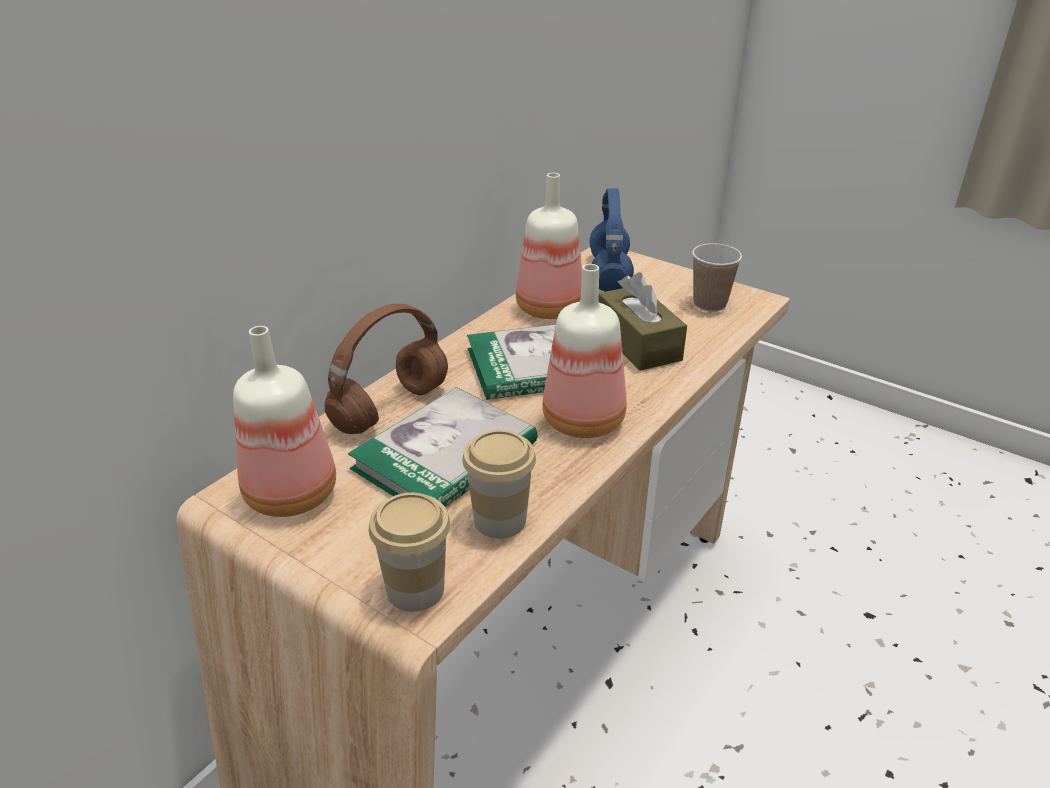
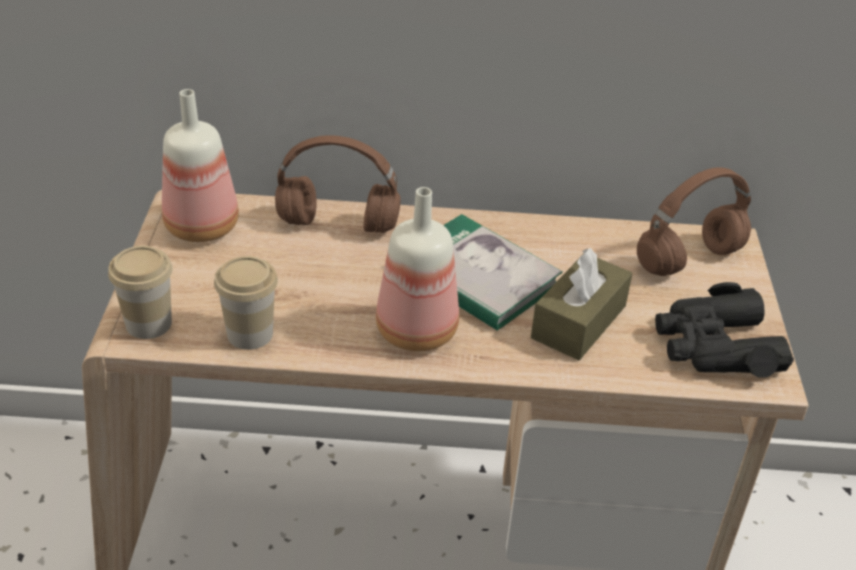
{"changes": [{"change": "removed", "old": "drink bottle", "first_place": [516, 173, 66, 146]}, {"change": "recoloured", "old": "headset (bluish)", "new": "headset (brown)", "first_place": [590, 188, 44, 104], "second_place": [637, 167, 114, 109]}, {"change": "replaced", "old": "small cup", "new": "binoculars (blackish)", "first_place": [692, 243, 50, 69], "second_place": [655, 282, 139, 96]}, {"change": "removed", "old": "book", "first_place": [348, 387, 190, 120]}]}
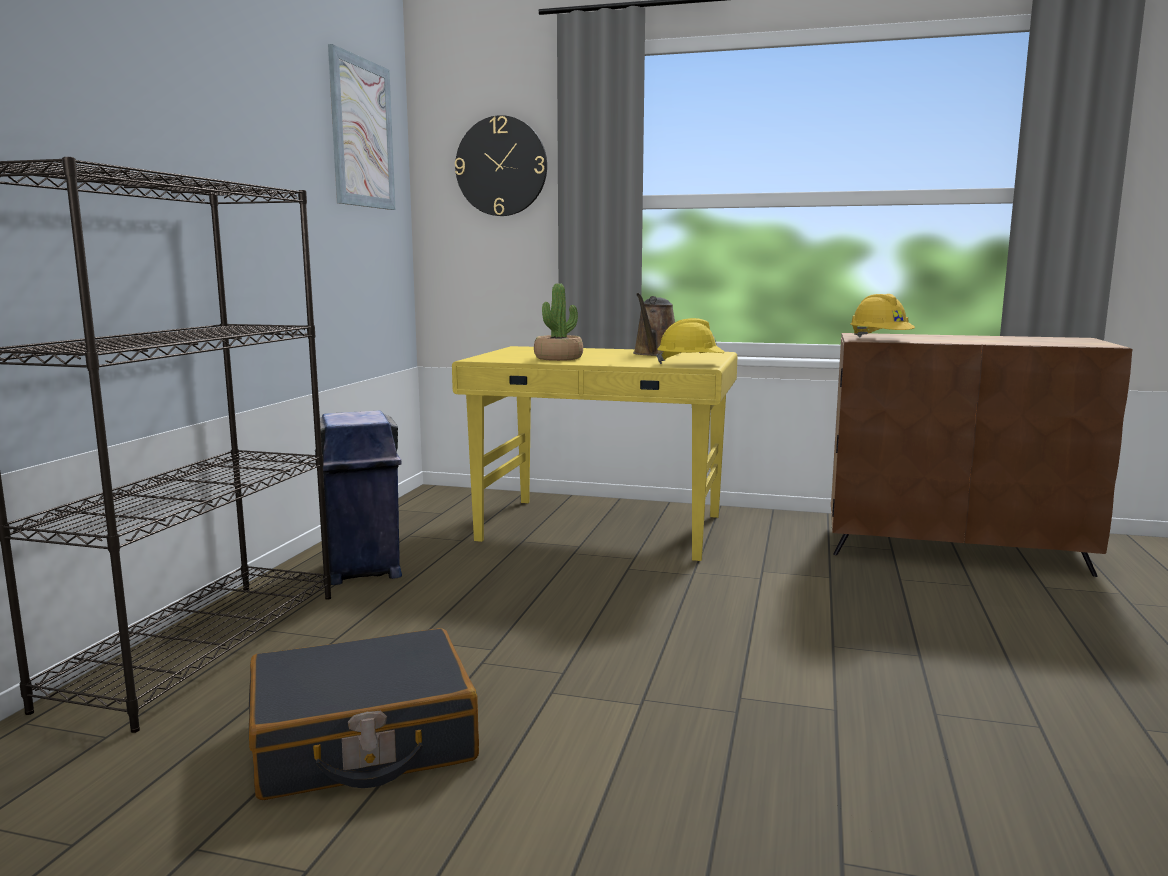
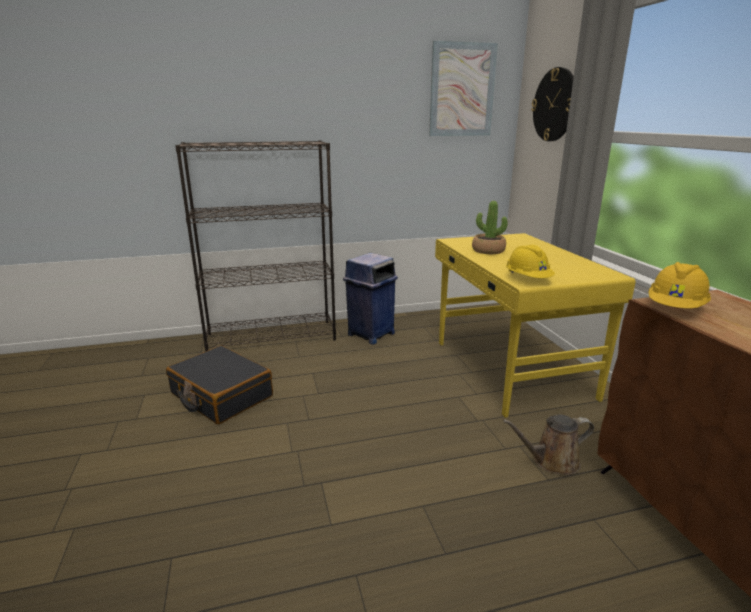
{"changes": [{"change": "moved", "old": "watering can (brown)", "first_place": [633, 293, 42, 63], "second_place": [503, 415, 91, 60]}]}
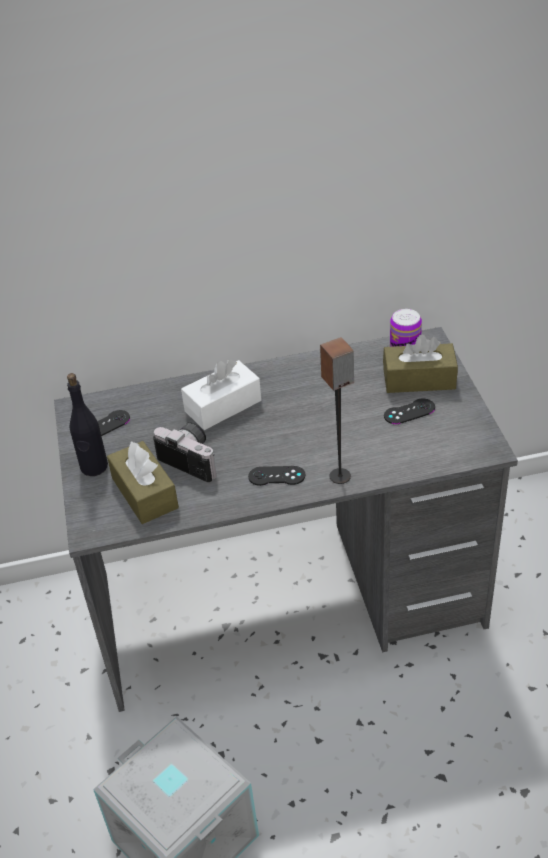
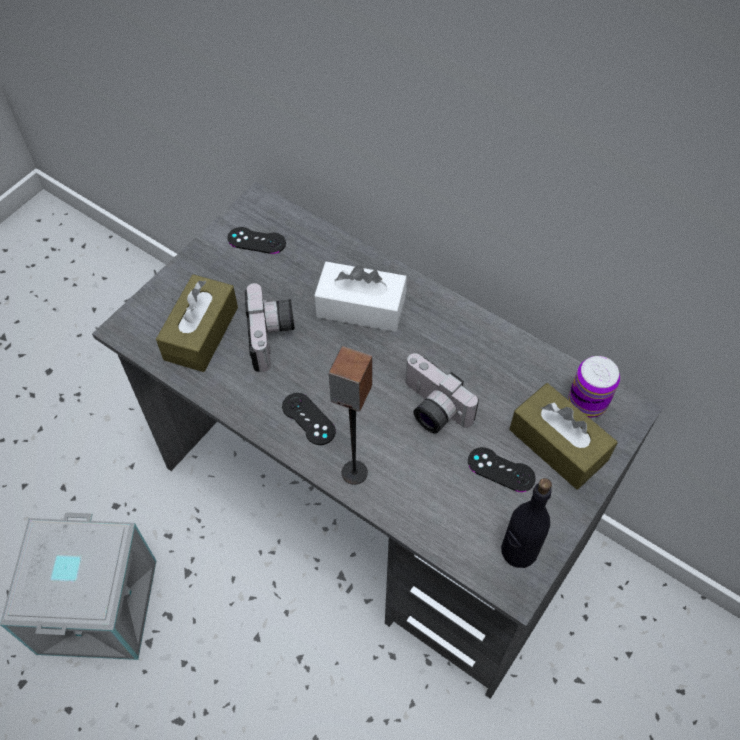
{"changes": [{"change": "moved", "old": "drink bottle (blackish)", "first_place": [67, 373, 41, 103], "second_place": [501, 478, 51, 90]}, {"change": "added", "new": "still camera", "second_place": [405, 353, 74, 80]}]}
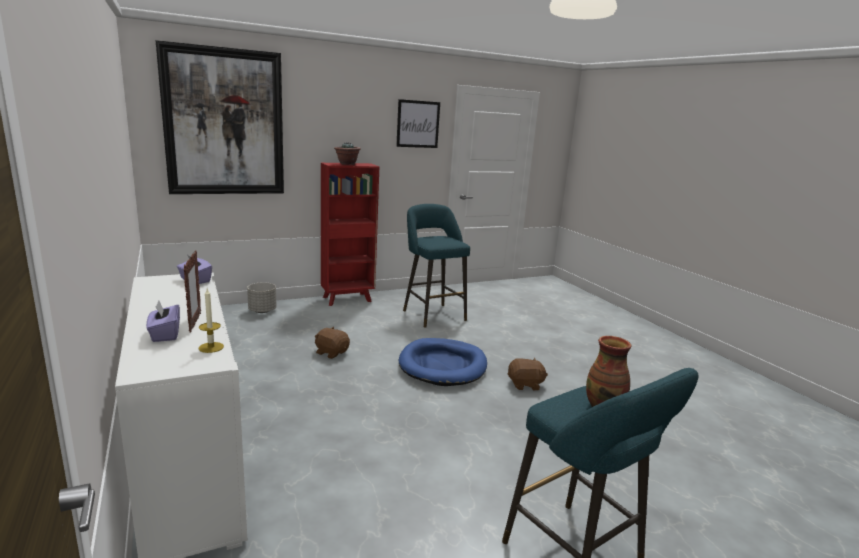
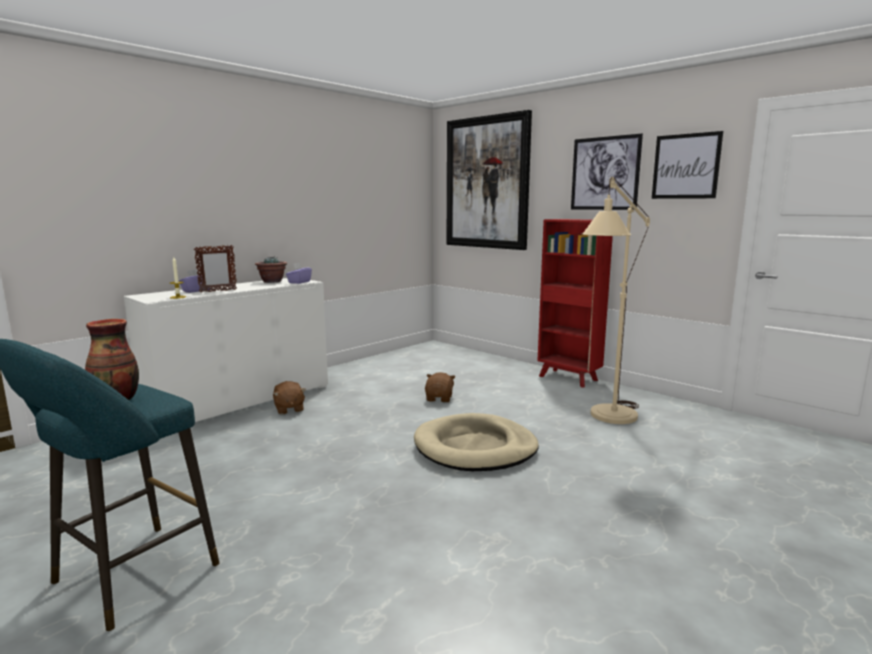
{"changes": [{"change": "moved", "old": "plant in a pot", "first_place": [334, 142, 27, 23], "second_place": [255, 256, 32, 27]}, {"change": "replaced", "old": "stool (turquoise-coloured)", "new": "floor lamp (beige-coloured)", "first_place": [403, 204, 67, 124], "second_place": [582, 177, 68, 247]}, {"change": "removed", "old": "flower pot (grey)", "first_place": [247, 282, 29, 31]}, {"change": "recoloured", "old": "dog bed (bluish)", "new": "dog bed (beige-coloured)", "first_place": [399, 338, 88, 48], "second_place": [414, 413, 125, 58]}, {"change": "moved", "old": "plush toy (brown)", "first_place": [508, 358, 40, 32], "second_place": [273, 381, 33, 34]}, {"change": "added", "new": "wall picture", "second_place": [571, 133, 72, 77]}]}
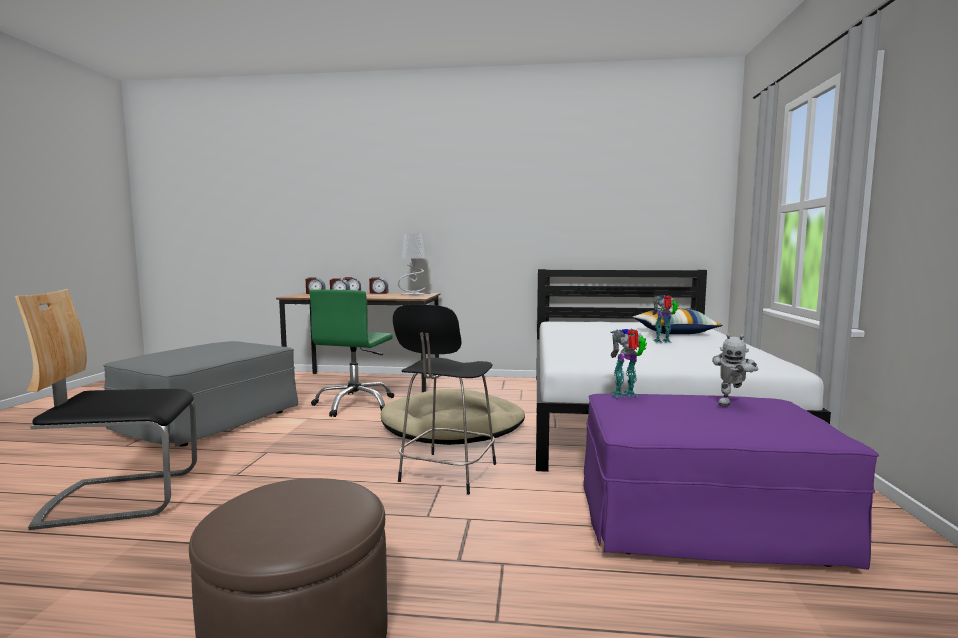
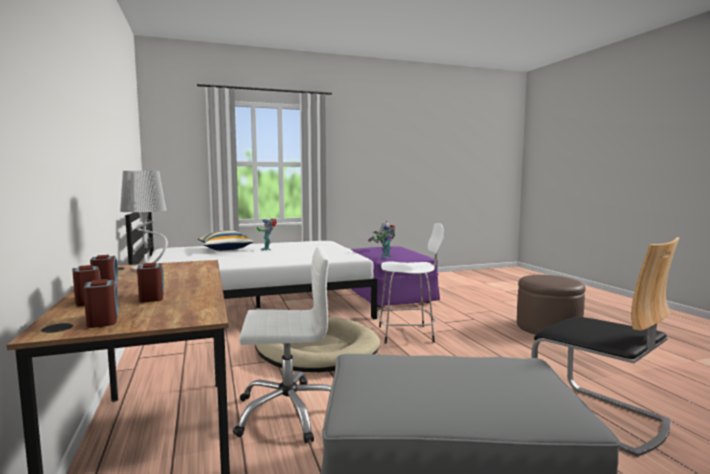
{"changes": [{"change": "recoloured", "old": "computer chair (greenish)", "new": "computer chair (white)", "first_place": [309, 290, 85, 127], "second_place": [233, 246, 98, 198]}, {"change": "recoloured", "old": "stool (blackish)", "new": "stool (white)", "first_place": [393, 304, 103, 191], "second_place": [377, 223, 67, 121]}]}
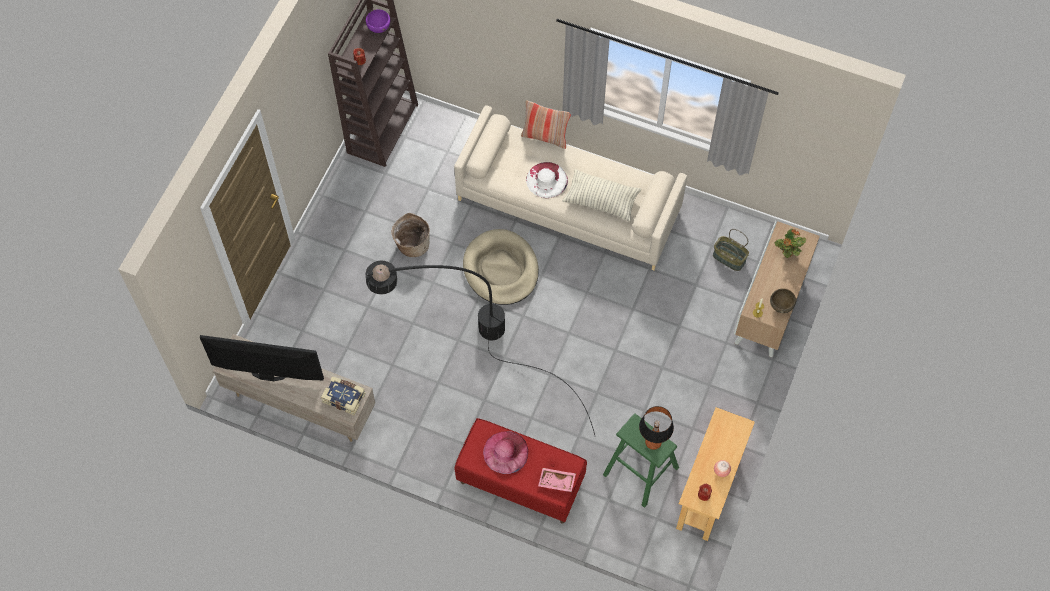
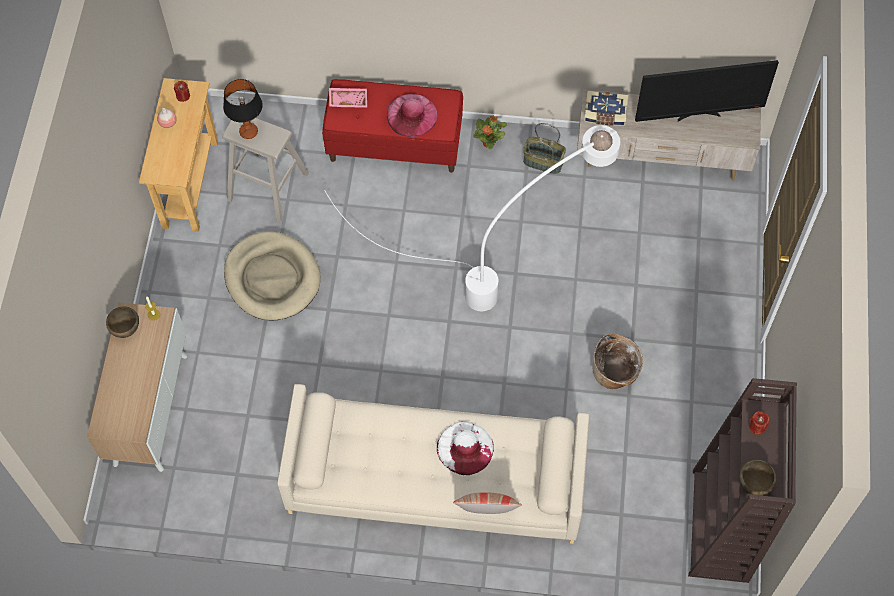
{"changes": [{"change": "recoloured", "old": "bowl (purple-coloured)", "new": "bowl (brown)", "first_place": [366, 9, 24, 24], "second_place": [739, 459, 37, 37]}, {"change": "removed", "old": "cushion", "first_place": [562, 169, 79, 53]}, {"change": "moved", "old": "dog bed (beige-coloured)", "first_place": [463, 229, 76, 76], "second_place": [224, 231, 97, 90]}, {"change": "moved", "old": "storage basket", "first_place": [713, 229, 36, 42], "second_place": [523, 123, 43, 51]}, {"change": "moved", "old": "plant in a pot", "first_place": [775, 229, 31, 29], "second_place": [473, 115, 34, 34]}, {"change": "recoloured", "old": "floor lamp (blackish)", "new": "floor lamp (white)", "first_place": [366, 261, 229, 174], "second_place": [325, 125, 295, 186]}, {"change": "recoloured", "old": "stool (greenish)", "new": "stool (beige-coloured)", "first_place": [603, 414, 76, 94], "second_place": [222, 118, 87, 104]}]}
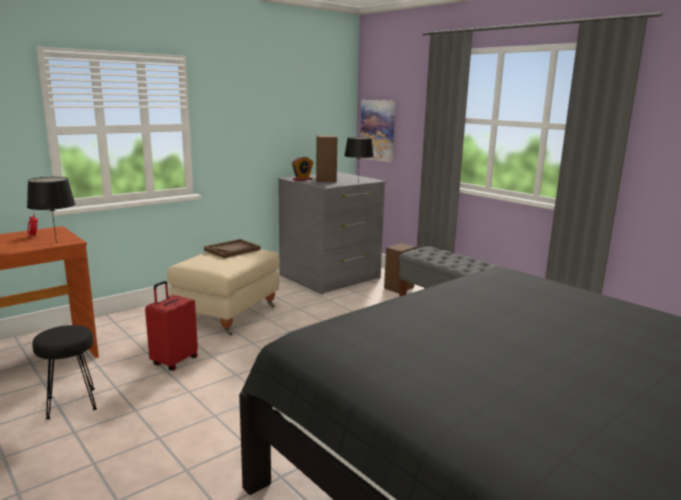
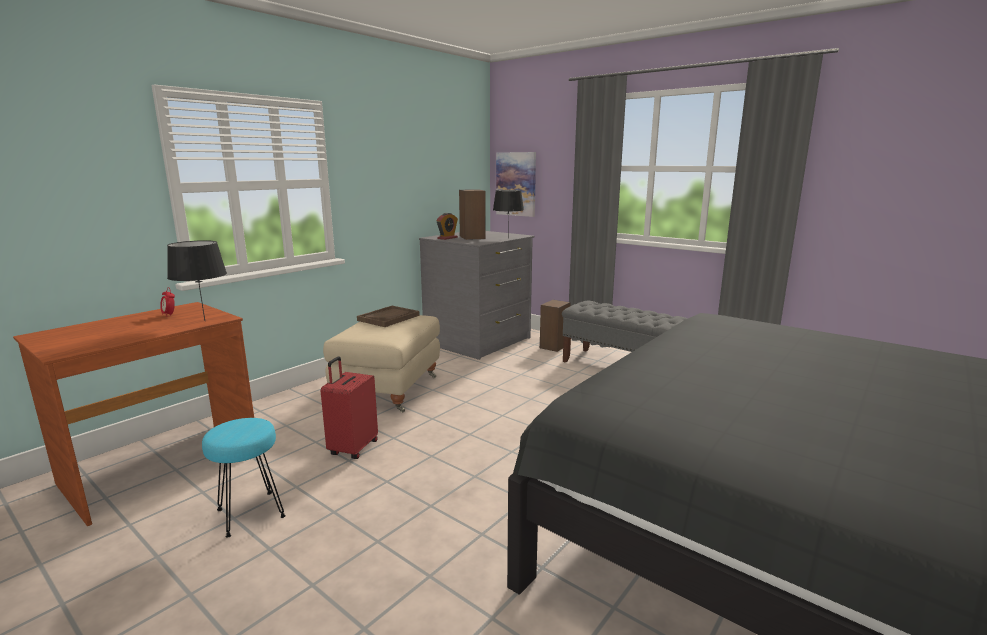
{"changes": [{"change": "recoloured", "old": "stool (blackish)", "new": "stool (turquoise-coloured)", "first_place": [32, 325, 65, 94], "second_place": [202, 418, 84, 119]}]}
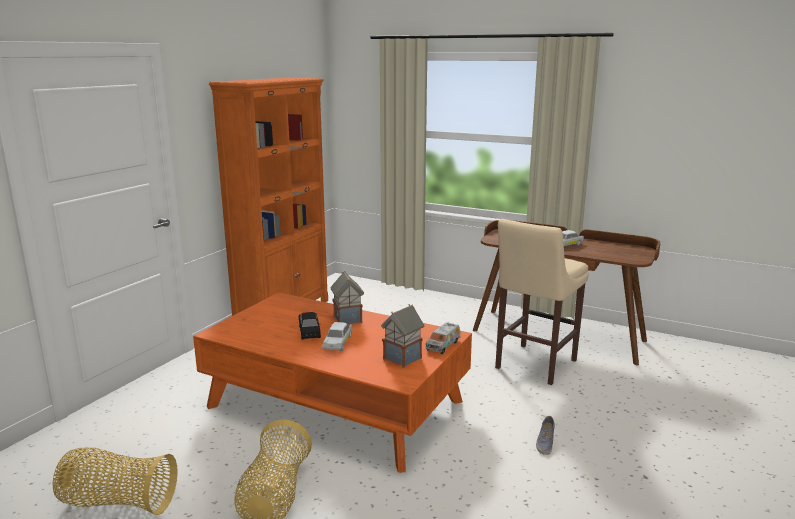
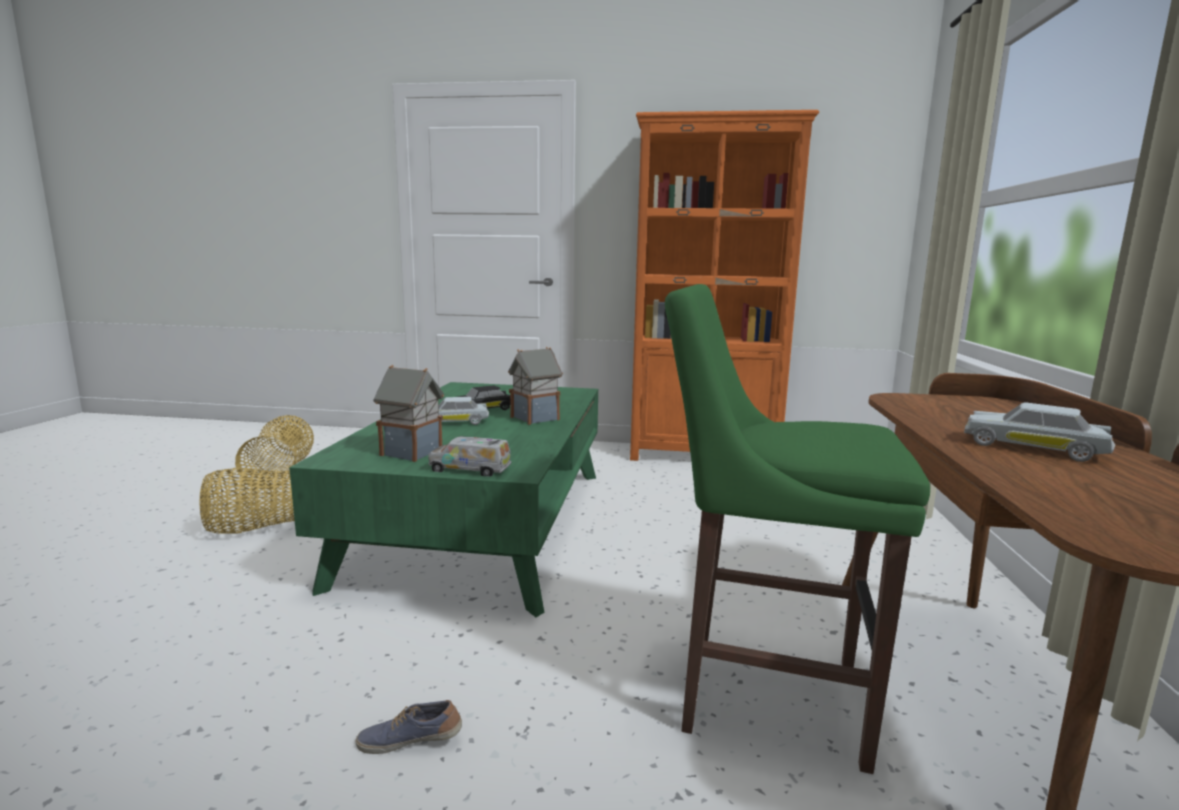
{"changes": [{"change": "recoloured", "old": "stool (beige-coloured)", "new": "stool (greenish)", "first_place": [495, 219, 94, 166], "second_place": [665, 284, 265, 490]}, {"change": "recoloured", "old": "lounge table (orangey)", "new": "lounge table (greenish)", "first_place": [193, 292, 279, 181], "second_place": [289, 382, 309, 235]}]}
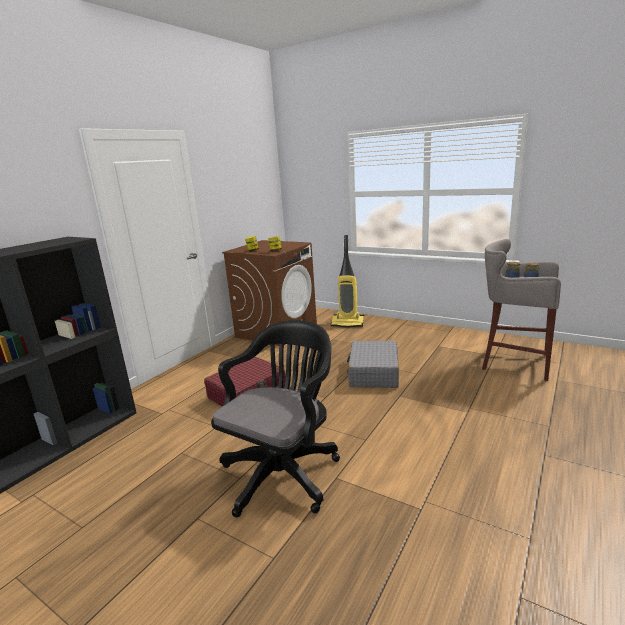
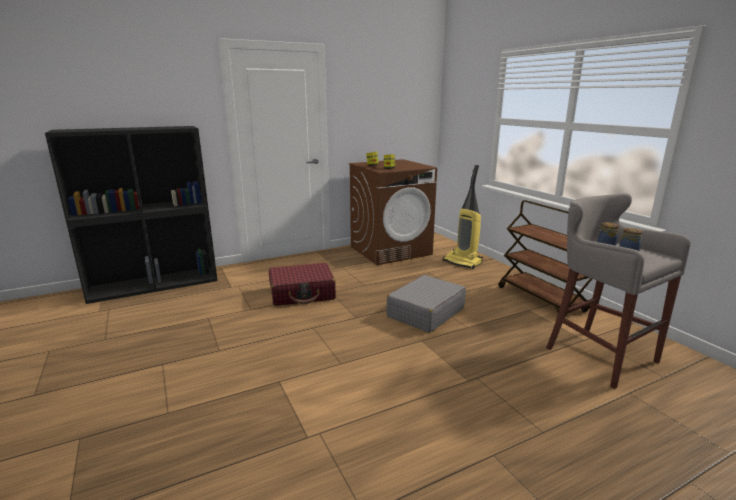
{"changes": [{"change": "removed", "old": "computer chair (blackish)", "first_place": [211, 320, 129, 197]}, {"change": "added", "new": "cart (brown)", "second_place": [498, 200, 94, 116]}]}
